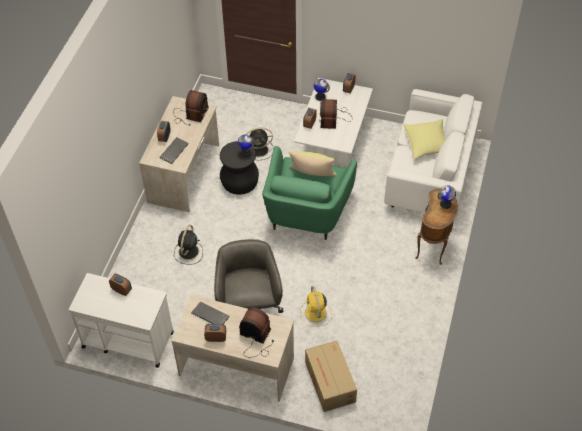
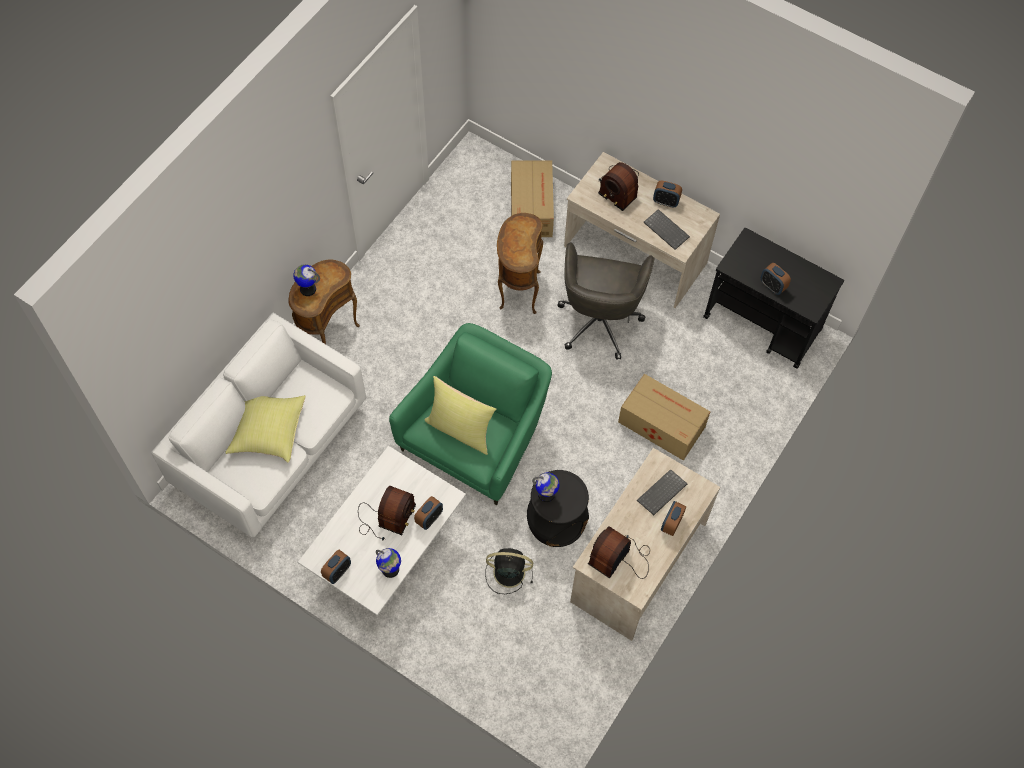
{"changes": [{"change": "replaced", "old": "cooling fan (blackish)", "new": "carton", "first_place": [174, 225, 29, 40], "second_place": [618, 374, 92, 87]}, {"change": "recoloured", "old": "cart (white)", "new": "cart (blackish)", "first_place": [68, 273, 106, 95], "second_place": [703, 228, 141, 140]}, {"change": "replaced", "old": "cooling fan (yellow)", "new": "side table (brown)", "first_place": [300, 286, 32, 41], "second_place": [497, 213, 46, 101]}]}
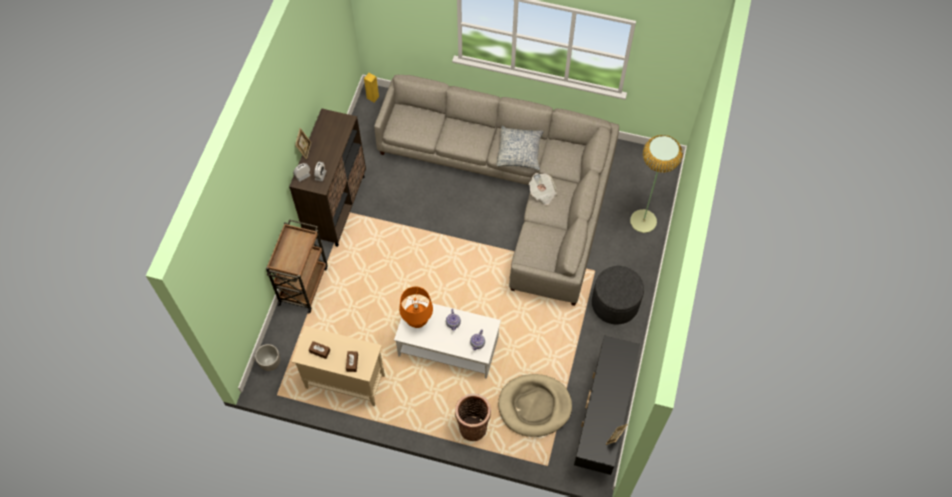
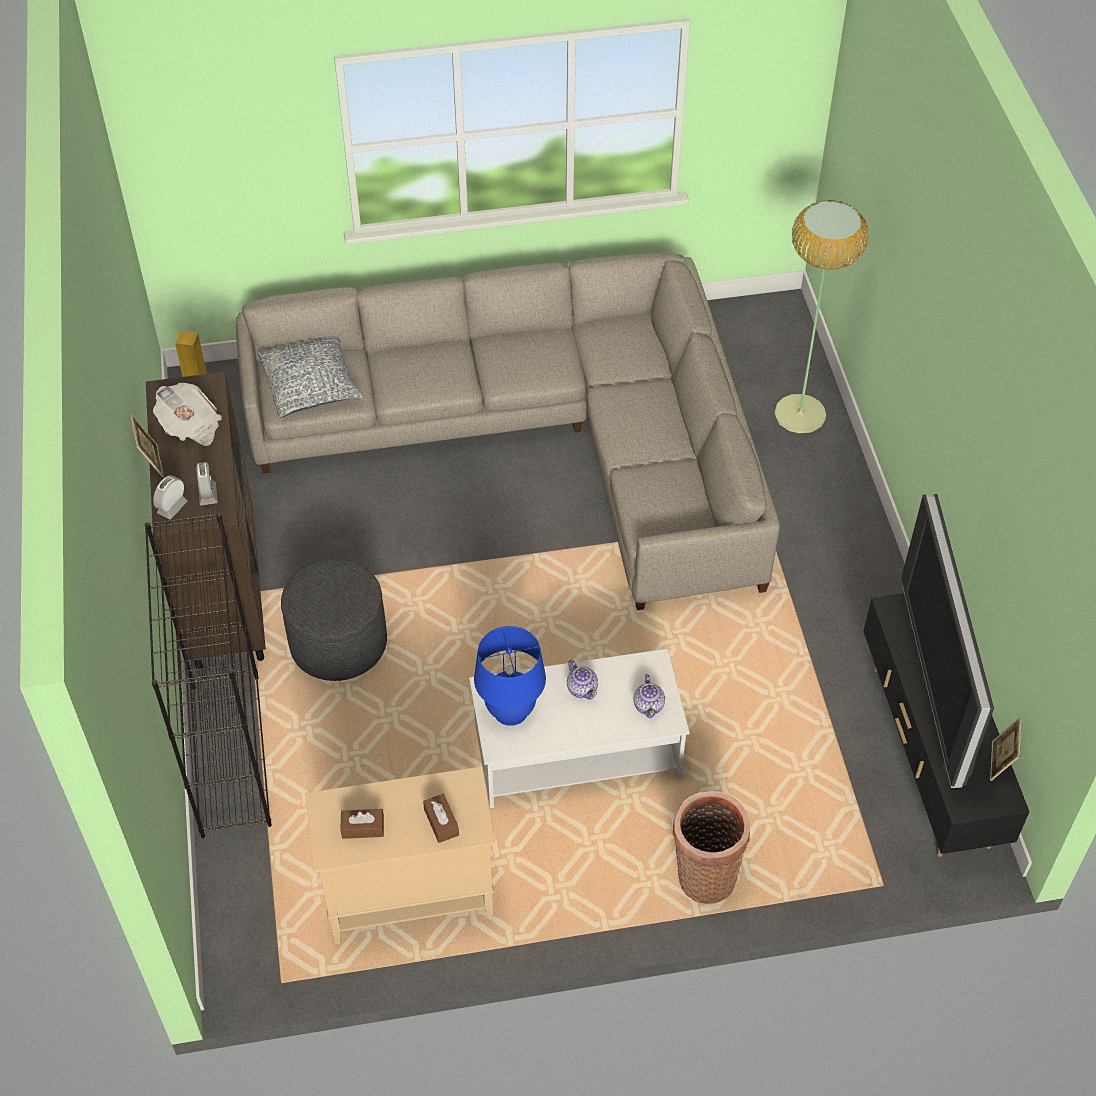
{"changes": [{"change": "moved", "old": "cushion", "first_place": [497, 126, 47, 44], "second_place": [258, 336, 105, 82]}, {"change": "moved", "old": "daily paper", "first_place": [529, 173, 28, 33], "second_place": [153, 383, 69, 63]}, {"change": "replaced", "old": "cart (brown)", "new": "bookcase (blackish)", "first_place": [266, 220, 62, 94], "second_place": [145, 513, 127, 325]}, {"change": "moved", "old": "ottoman (grey)", "first_place": [592, 266, 52, 58], "second_place": [281, 558, 106, 123]}, {"change": "recoloured", "old": "lamp for a table (orangey)", "new": "lamp for a table (bluish)", "first_place": [399, 286, 34, 42], "second_place": [474, 626, 72, 100]}, {"change": "removed", "old": "flower pot", "first_place": [255, 344, 25, 27]}, {"change": "removed", "old": "dog bed (beige-coloured)", "first_place": [498, 374, 74, 63]}, {"change": "added", "new": "TV", "second_place": [901, 494, 93, 294]}]}
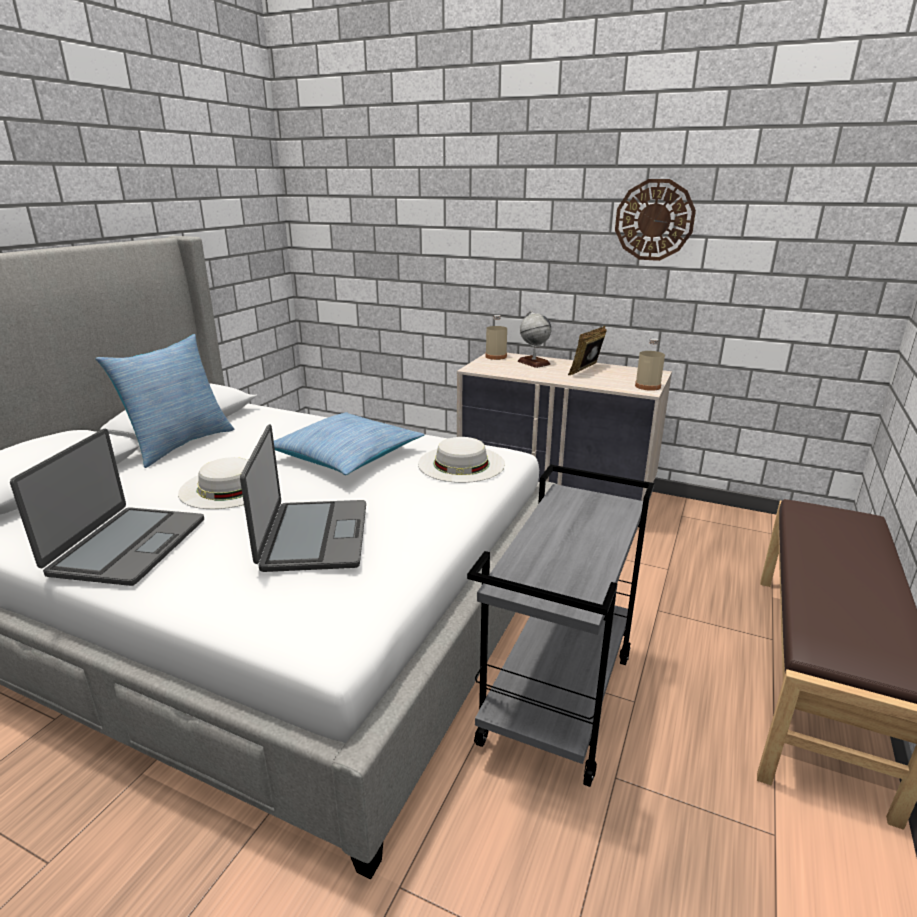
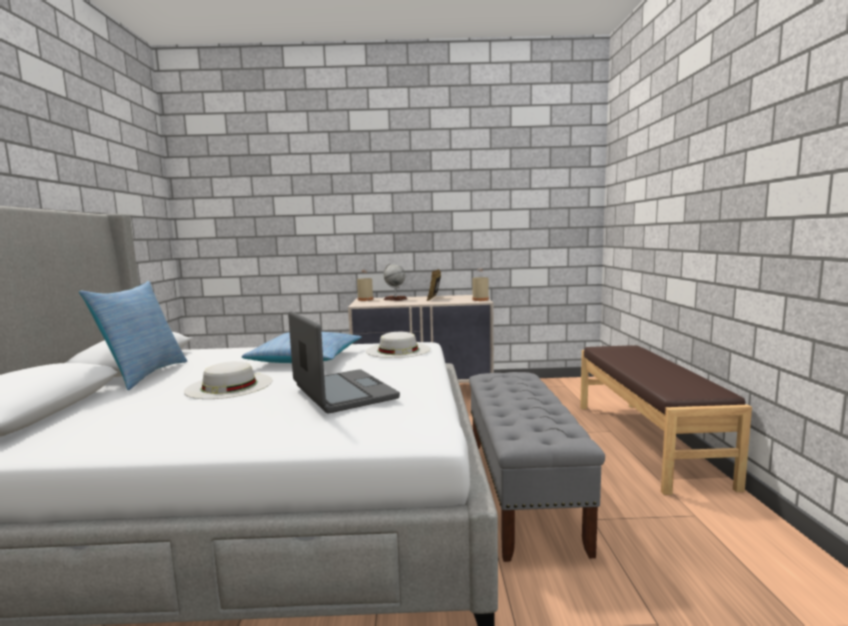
{"changes": [{"change": "removed", "old": "wall clock", "first_place": [615, 179, 81, 82]}, {"change": "removed", "old": "portable computer", "first_place": [10, 429, 194, 157]}, {"change": "replaced", "old": "cart (grey)", "new": "long seat (grey)", "first_place": [467, 464, 187, 323], "second_place": [469, 372, 136, 190]}]}
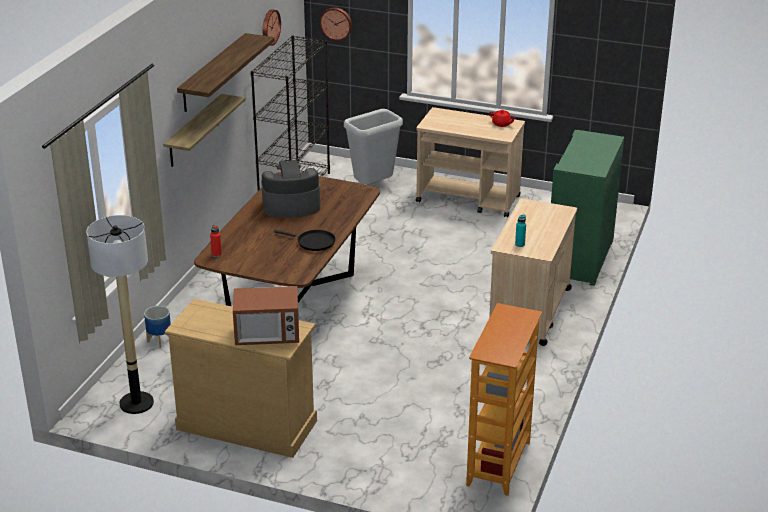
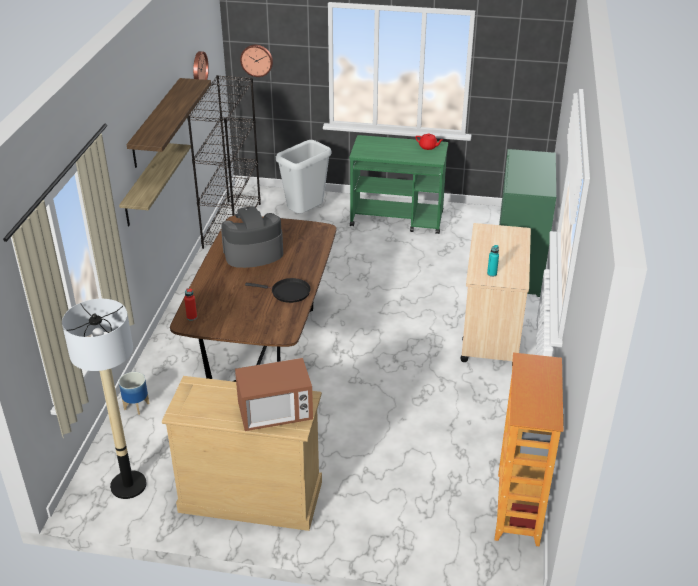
{"changes": [{"change": "recoloured", "old": "cart (beige-coloured)", "new": "cart (greenish)", "first_place": [416, 107, 109, 111], "second_place": [349, 135, 99, 99]}]}
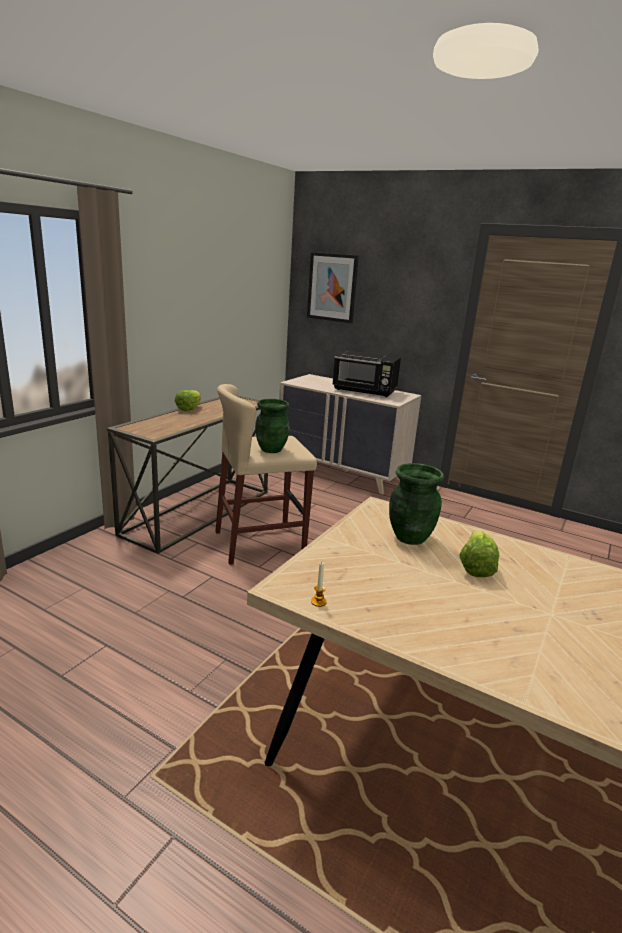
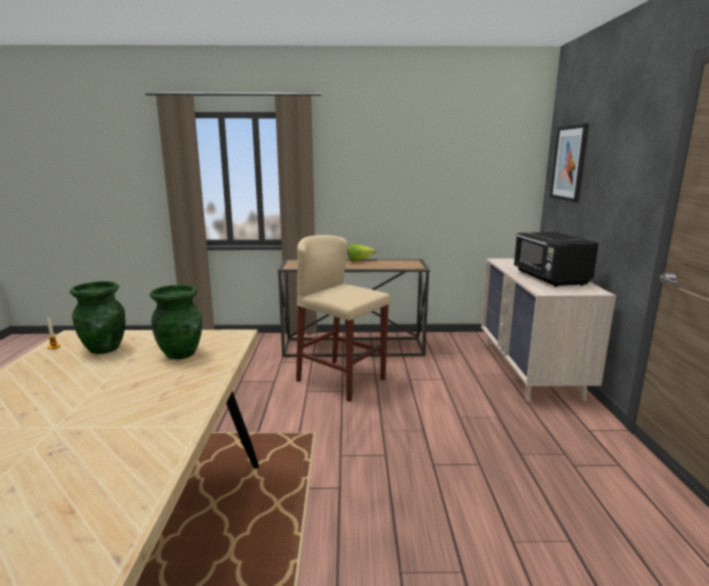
{"changes": [{"change": "moved", "old": "vase (greenish)", "first_place": [255, 399, 35, 54], "second_place": [70, 281, 55, 73]}, {"change": "removed", "old": "head of lettuce", "first_place": [459, 530, 40, 47]}]}
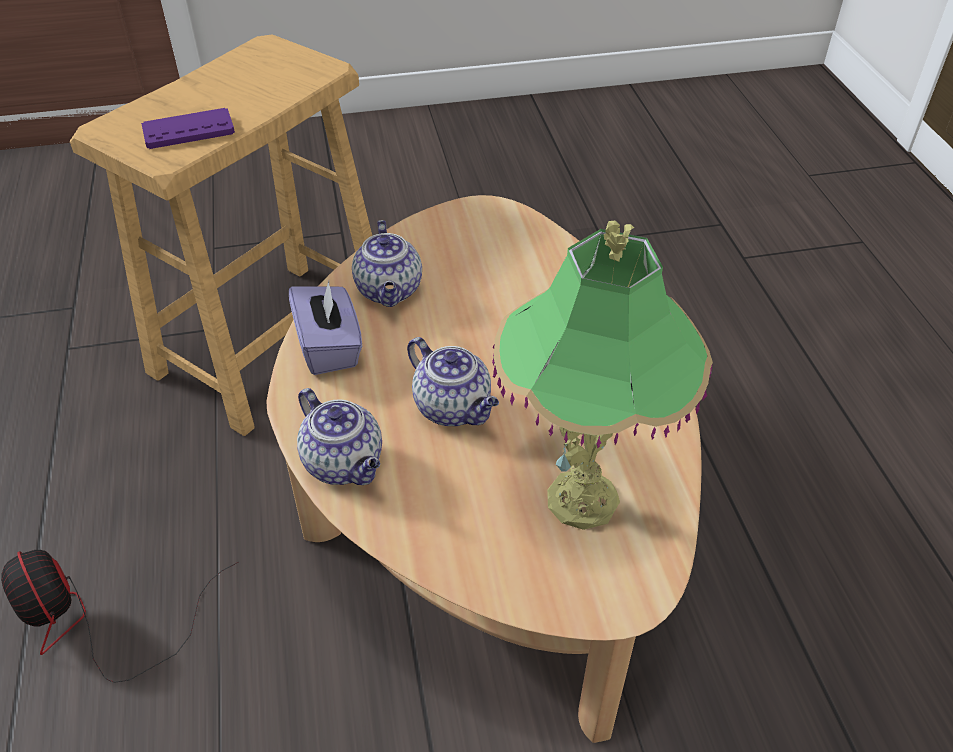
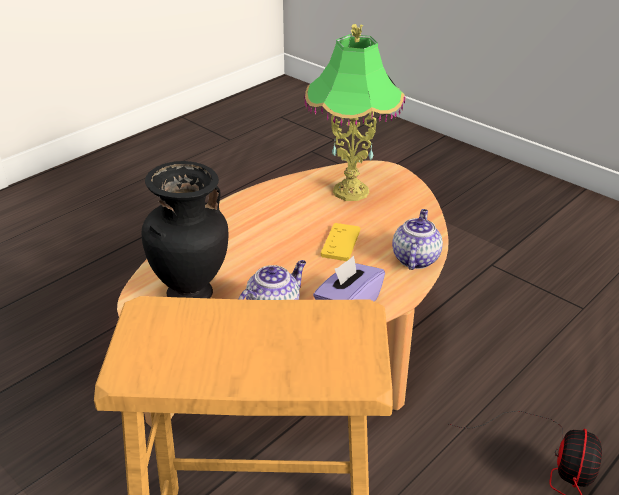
{"changes": [{"change": "removed", "old": "game controller (purple-coloured)", "first_place": [141, 108, 94, 41]}, {"change": "replaced", "old": "teapot", "new": "game controller (yellow)", "first_place": [407, 337, 92, 89], "second_place": [321, 223, 39, 38]}, {"change": "added", "new": "vase (blackish)", "second_place": [142, 161, 86, 137]}]}
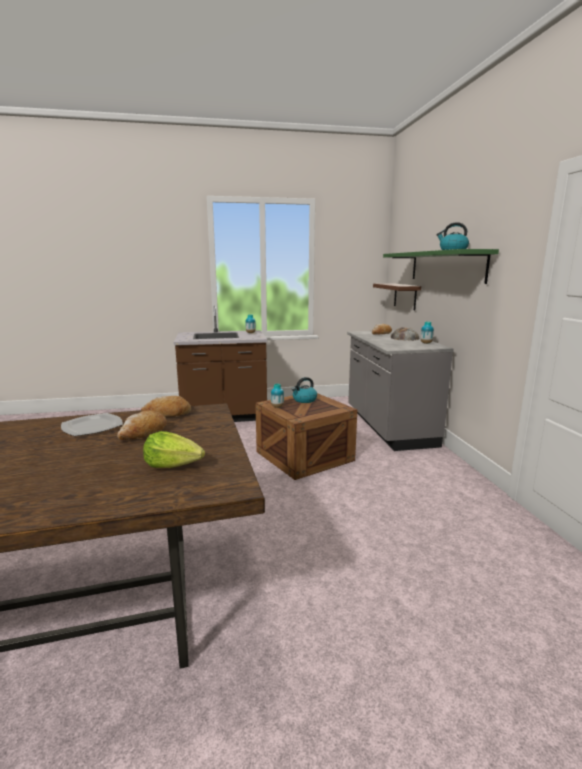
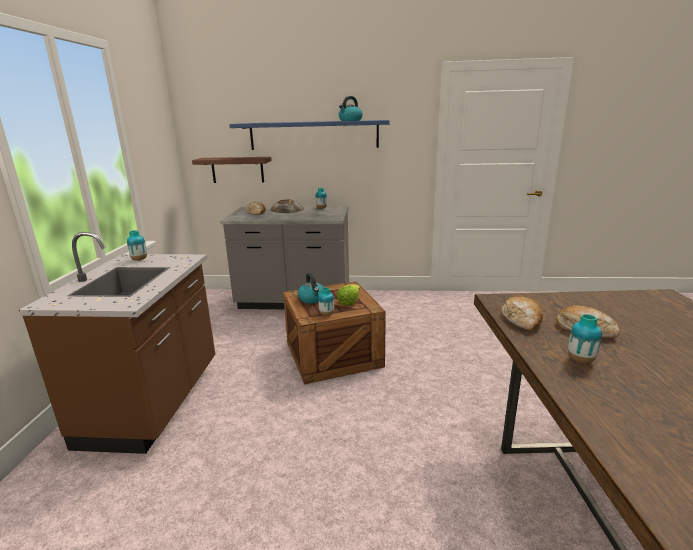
{"changes": [{"change": "recoloured", "old": "wall shelf (greenish)", "new": "wall shelf (bluish)", "first_place": [383, 249, 116, 35], "second_place": [229, 120, 160, 30]}, {"change": "replaced", "old": "flat dish", "new": "vase", "first_place": [61, 413, 62, 23], "second_place": [568, 314, 34, 50]}, {"change": "moved", "old": "head of lettuce", "first_place": [143, 431, 62, 37], "second_place": [337, 284, 23, 21]}]}
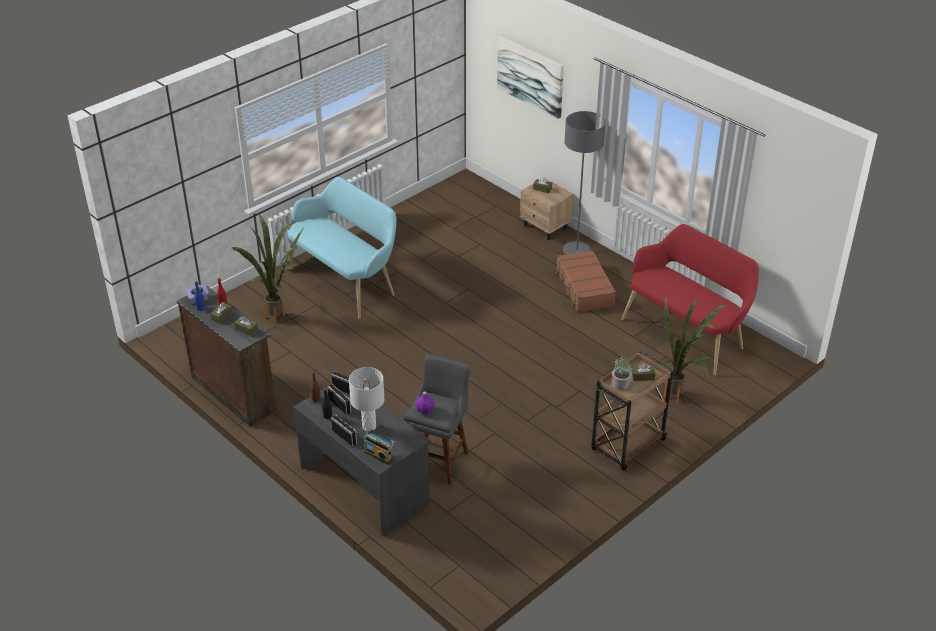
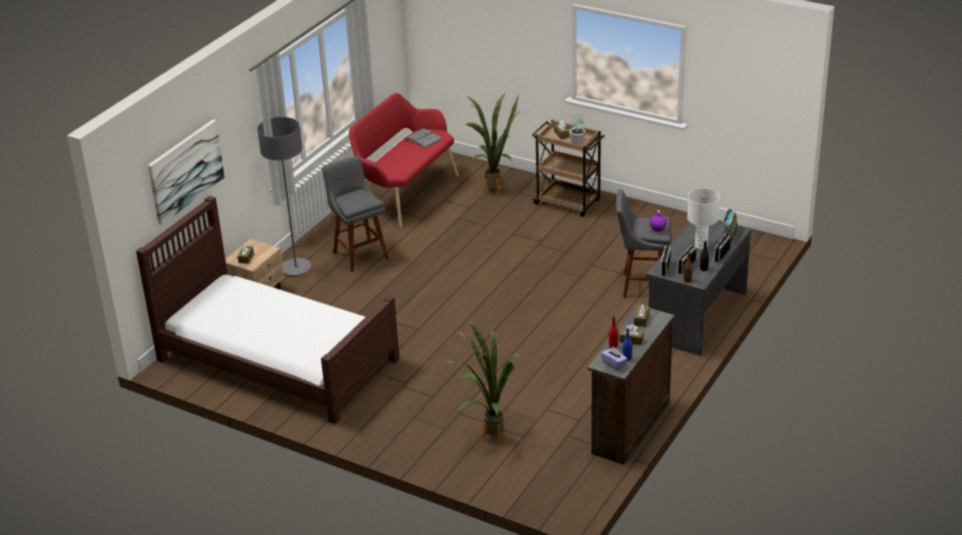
{"changes": [{"change": "removed", "old": "long seat (turquoise-coloured)", "first_place": [287, 177, 110, 142]}, {"change": "replaced", "old": "piece of luggage (brown)", "new": "stool (grey)", "first_place": [556, 250, 60, 62], "second_place": [322, 156, 67, 116]}, {"change": "added", "new": "book (grey)", "second_place": [406, 128, 37, 20]}, {"change": "added", "new": "bedroom bed (brown)", "second_place": [136, 196, 264, 229]}]}
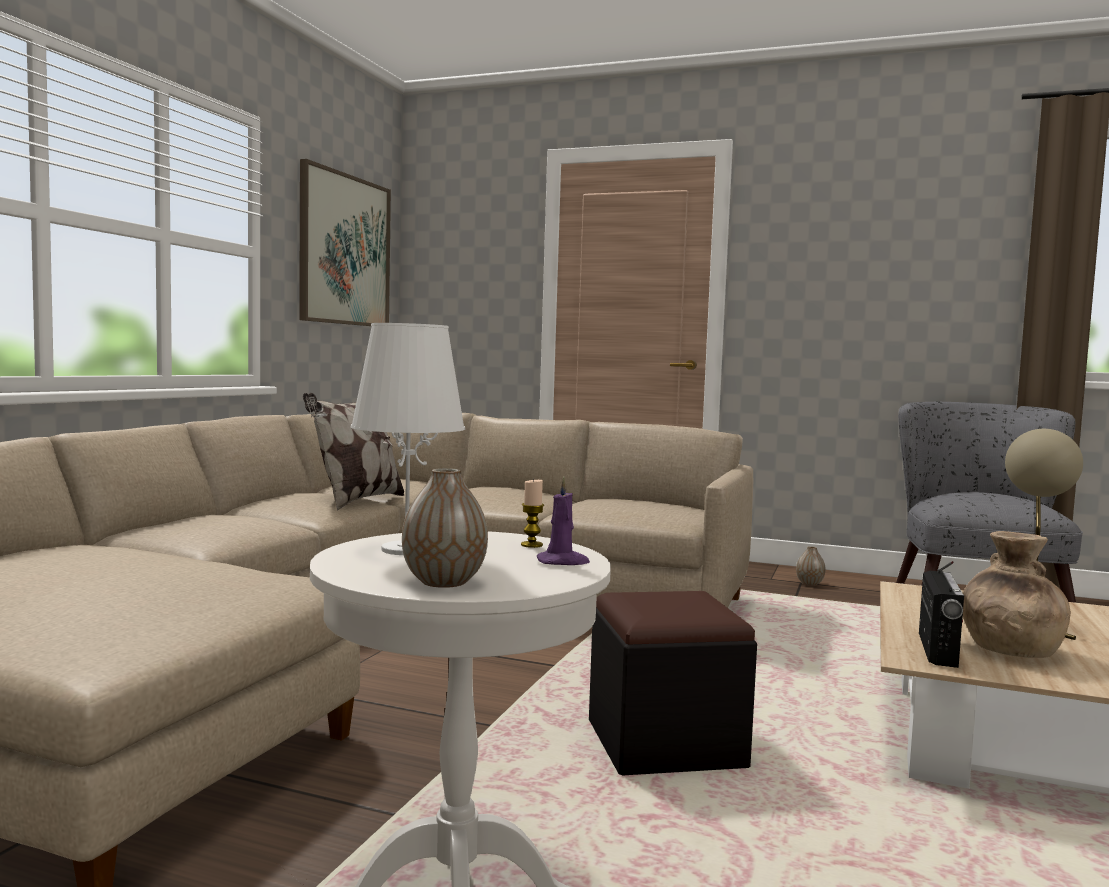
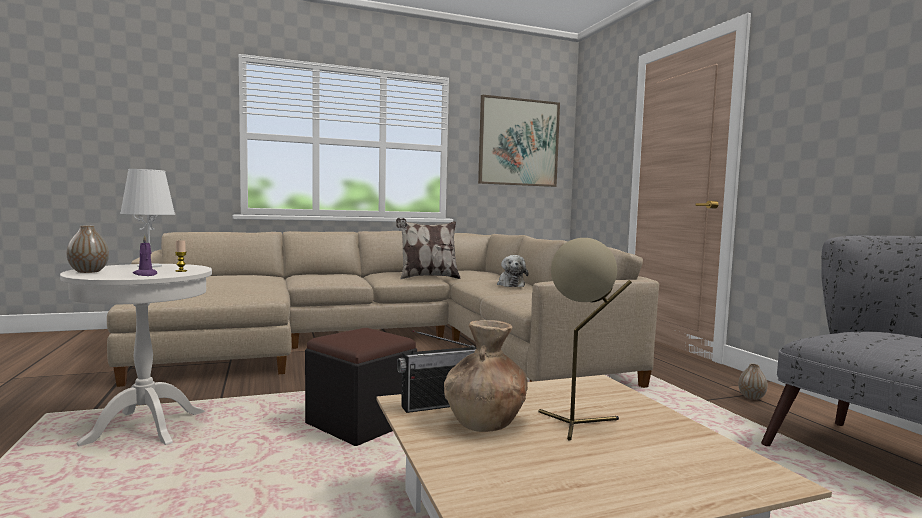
{"changes": [{"change": "added", "new": "plush toy", "second_place": [497, 255, 31, 32]}]}
